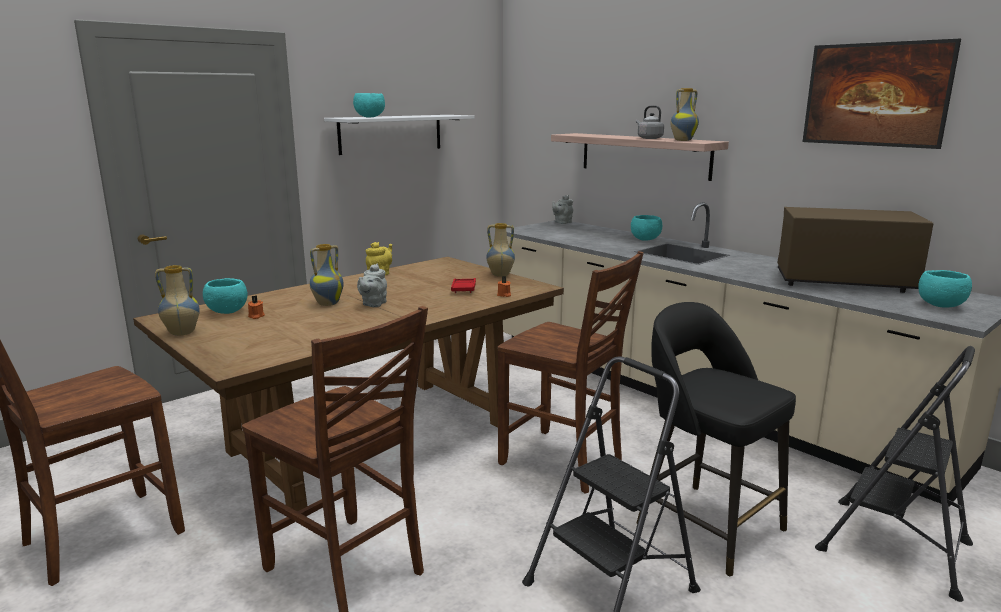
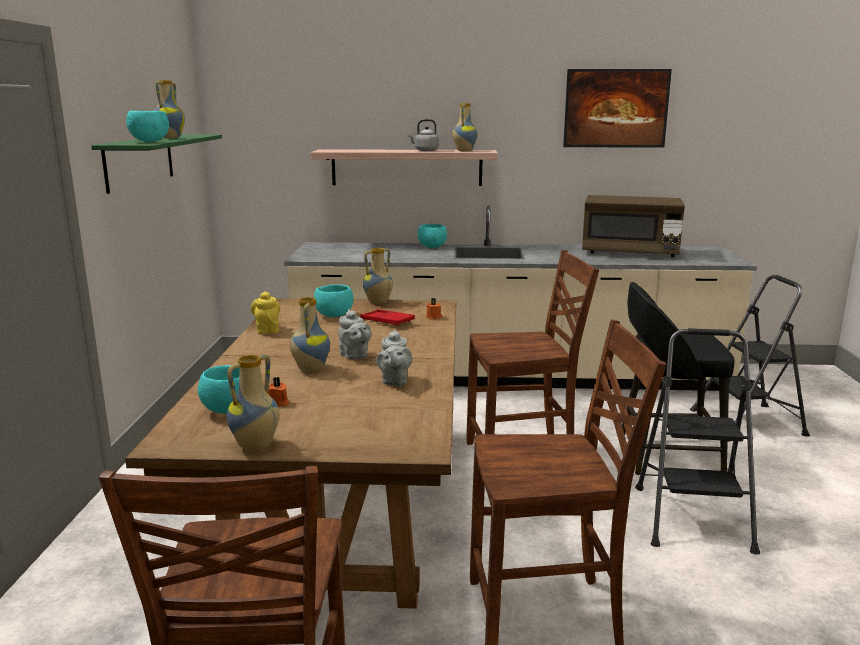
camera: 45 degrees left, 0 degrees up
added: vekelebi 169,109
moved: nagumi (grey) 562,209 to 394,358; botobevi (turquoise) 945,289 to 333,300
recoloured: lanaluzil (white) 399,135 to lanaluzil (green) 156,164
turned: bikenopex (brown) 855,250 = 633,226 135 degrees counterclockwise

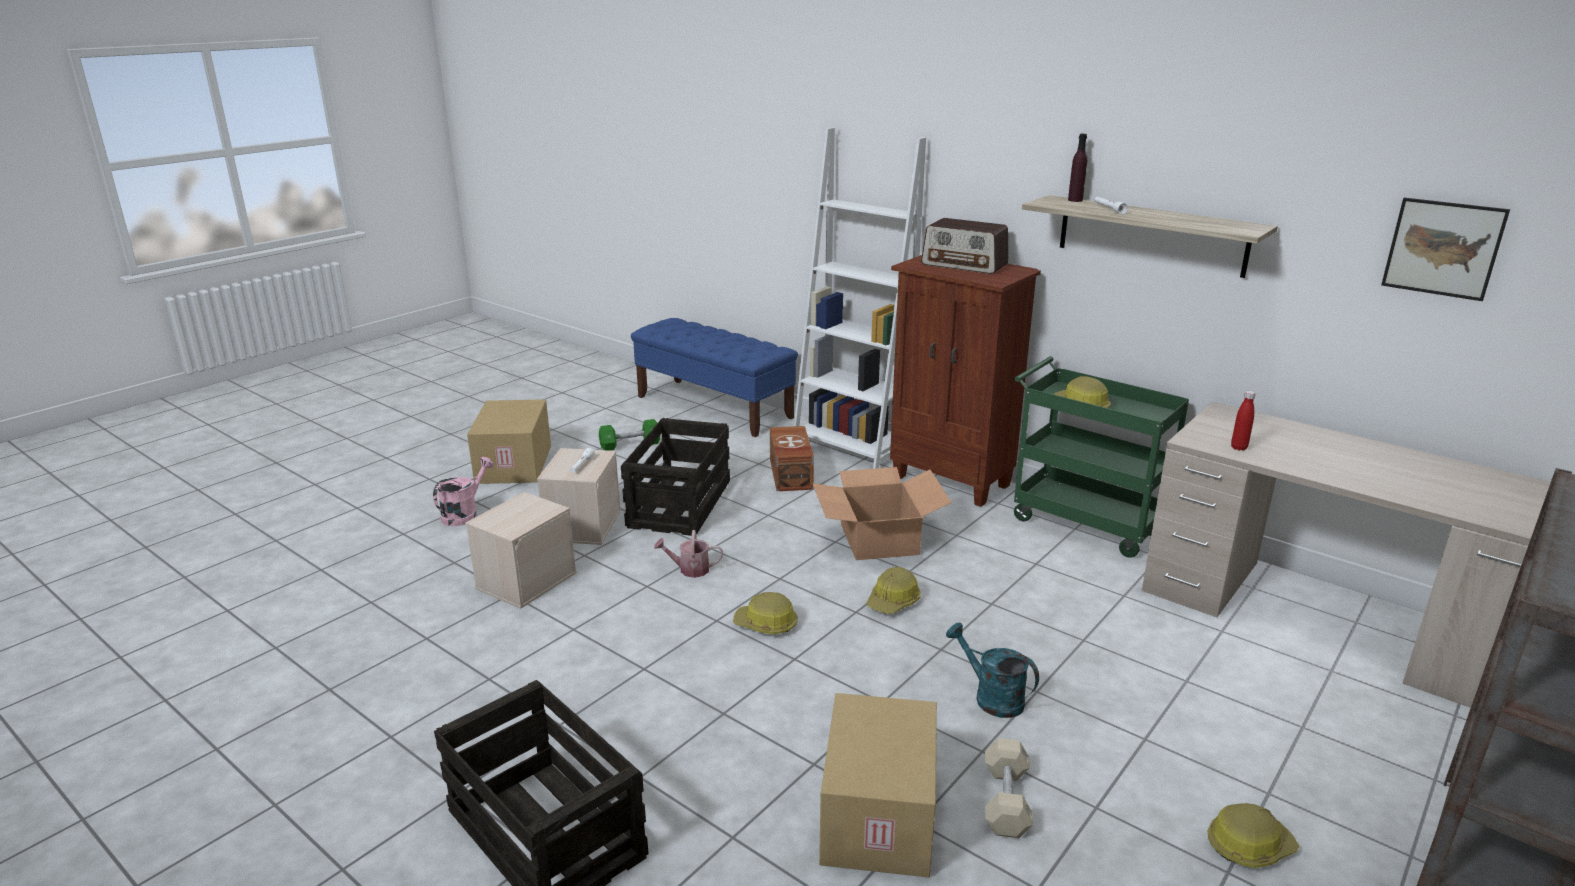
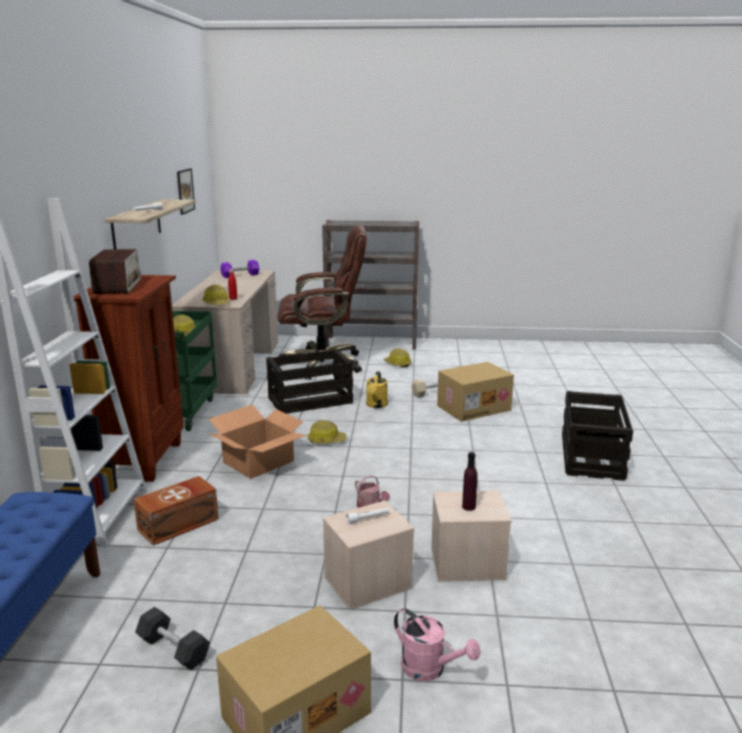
camera: 125 degrees left, 5 degrees down
added: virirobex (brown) 322,301; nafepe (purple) 239,269
moved: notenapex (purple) 1077,168 to 469,481; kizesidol 675,477 to 309,381; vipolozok 765,613 to 215,294
recoloured: nafepe (green) 629,435 to nafepe (black) 172,638; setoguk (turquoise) 992,670 to setoguk (yellow) 377,389
turned: setoguk (pink) 463,491 = 437,645 135 degrees counterclockwise

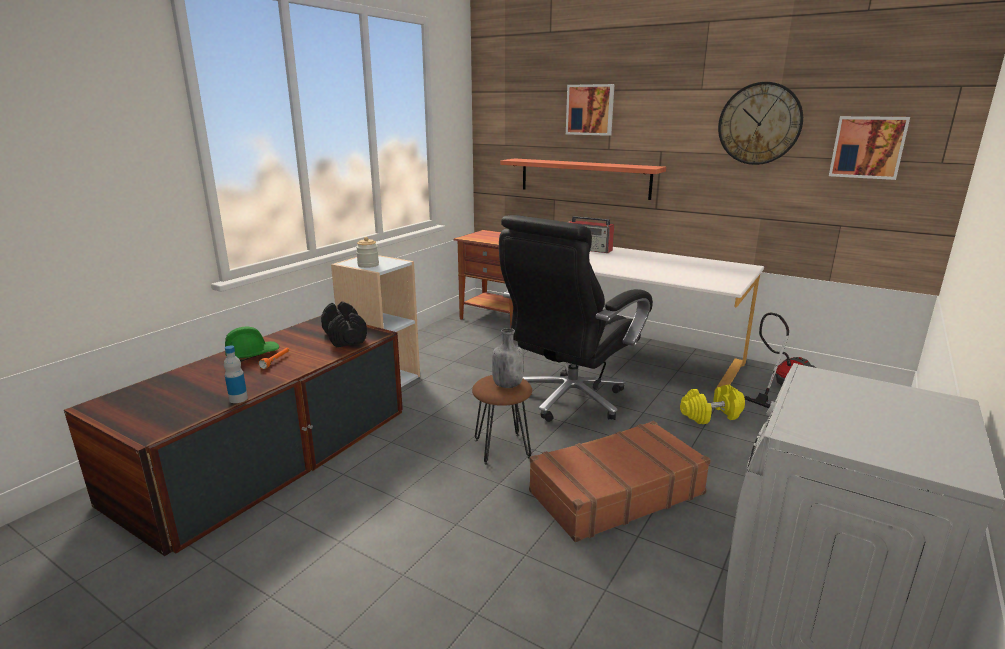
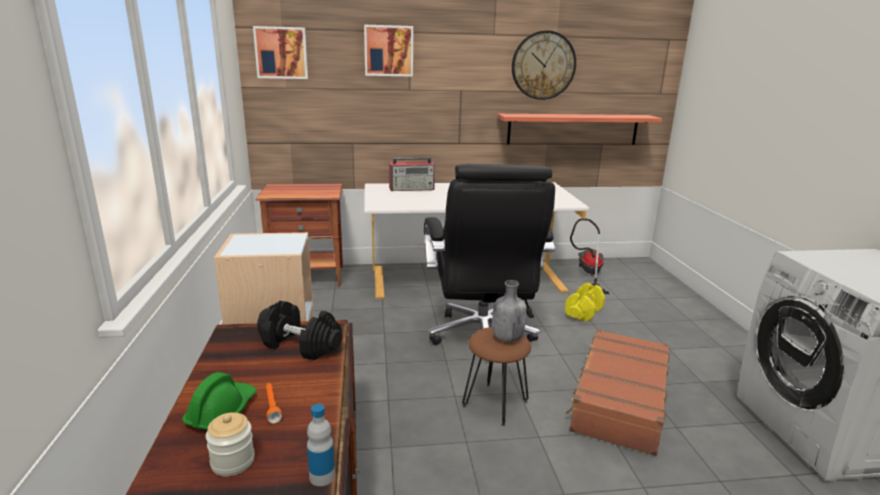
camera: 40 degrees left, 0 degrees up
moved: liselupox 869,148 to 280,52; lanaluzil 583,179 to 580,129; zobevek 367,252 to 230,444

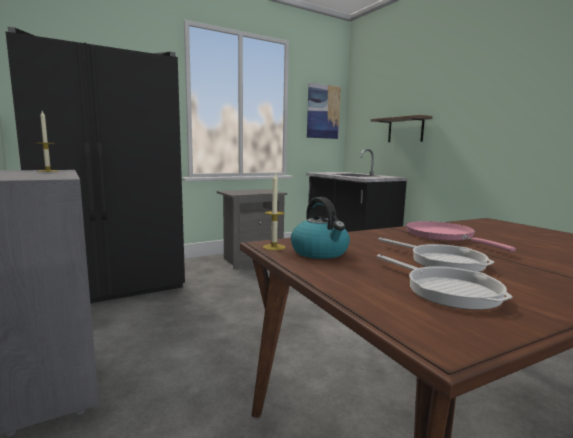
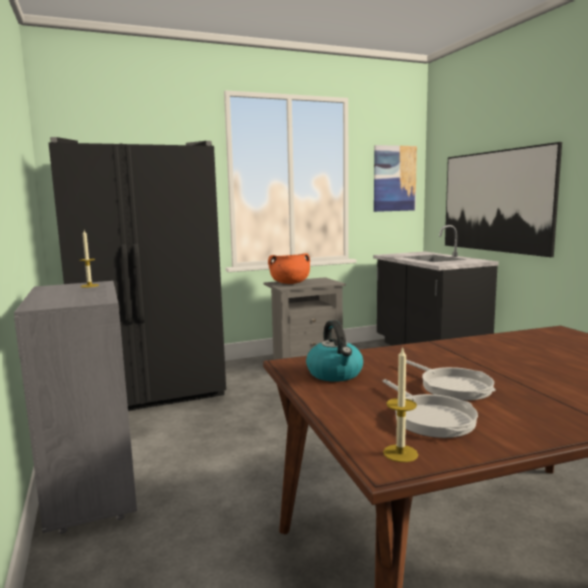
camera: 10 degrees right, 0 degrees up
removed: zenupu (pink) 461,236
added: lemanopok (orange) 289,268
moved: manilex 274,212 to 400,404
replaced: lanaluzil 402,128 to liselupox 503,199

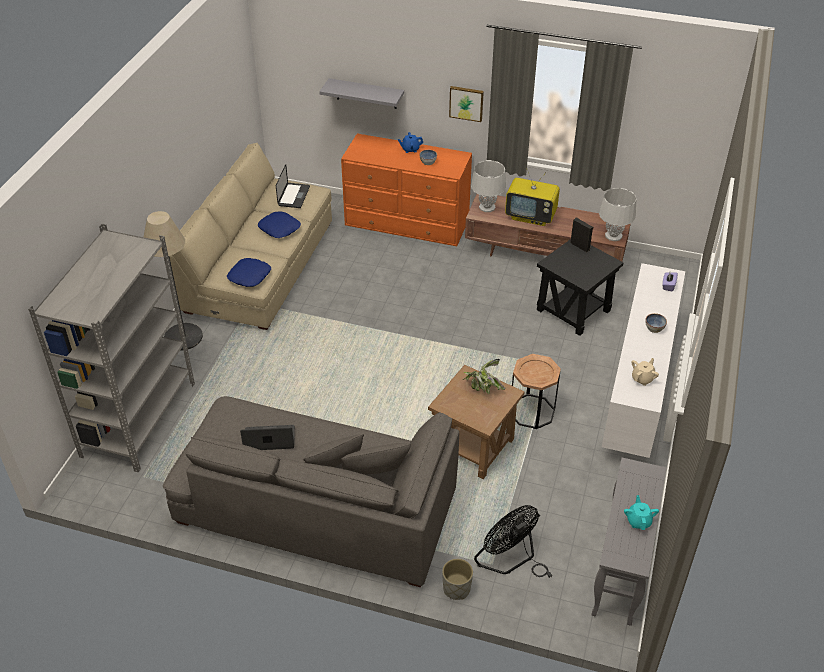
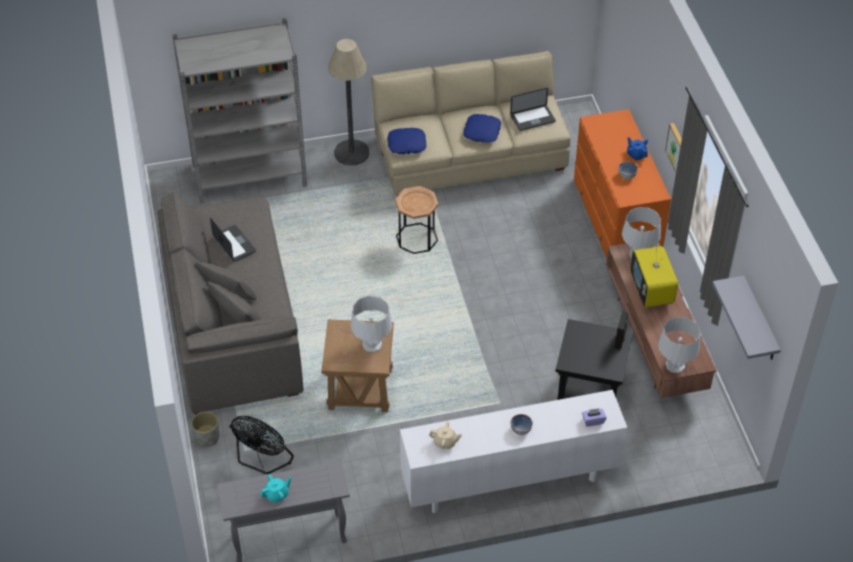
camera: 60 degrees right, 5 degrees up
moved: lanaluzil (grey) 361,93 to 746,318; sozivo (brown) 536,391 to 416,220
replaced: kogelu 484,376 to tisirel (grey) 371,324

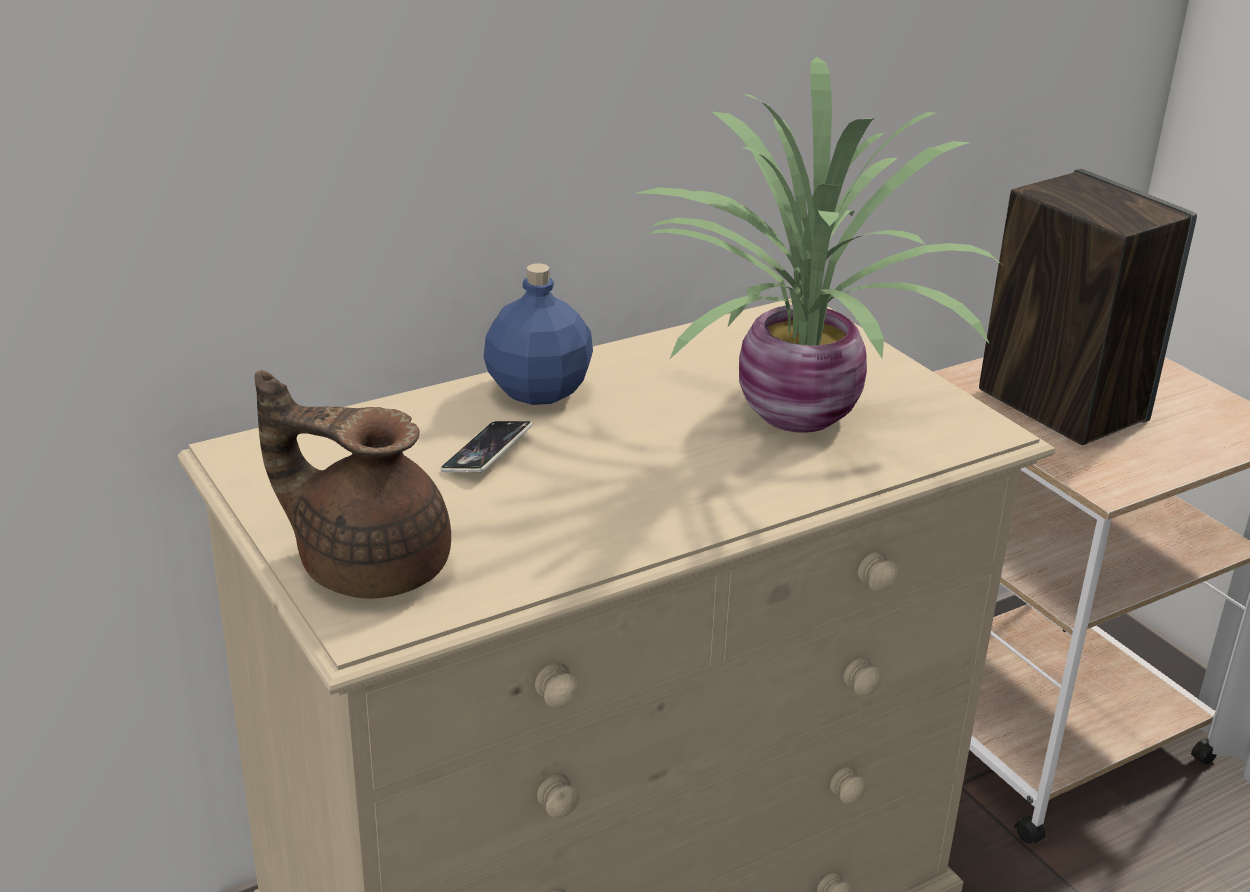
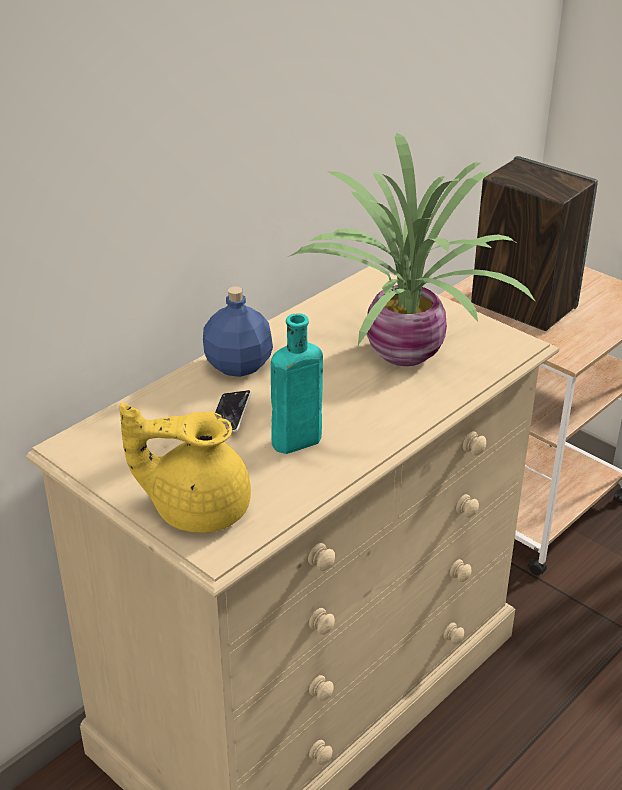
camera: 15 degrees left, 5 degrees up
added: notenapex (turquoise) 297,384
recoloured: nagumi (brown) 353,484 to nagumi (yellow) 185,468

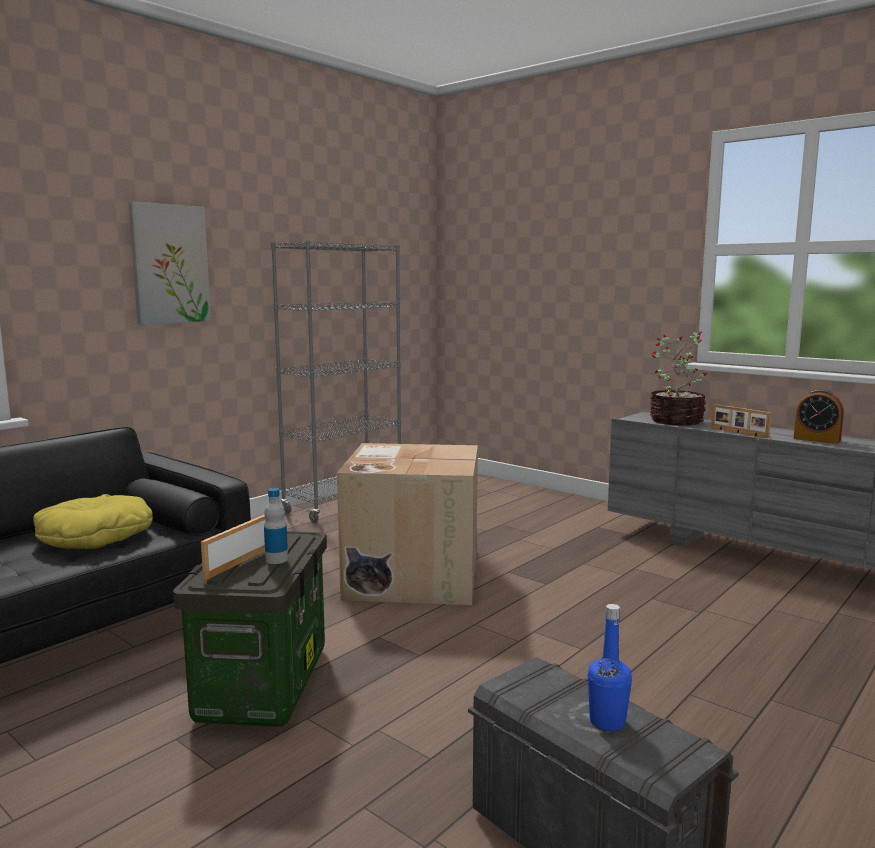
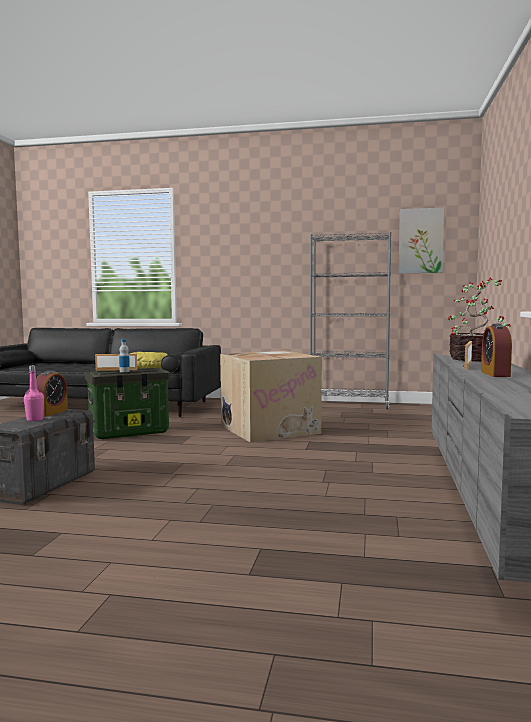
camera: 60 degrees right, 5 degrees down
added: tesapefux 52,393
moved: liselupox 169,262 to 421,240
recoloured: notenapex (blue) 610,667 to notenapex (pink) 34,393

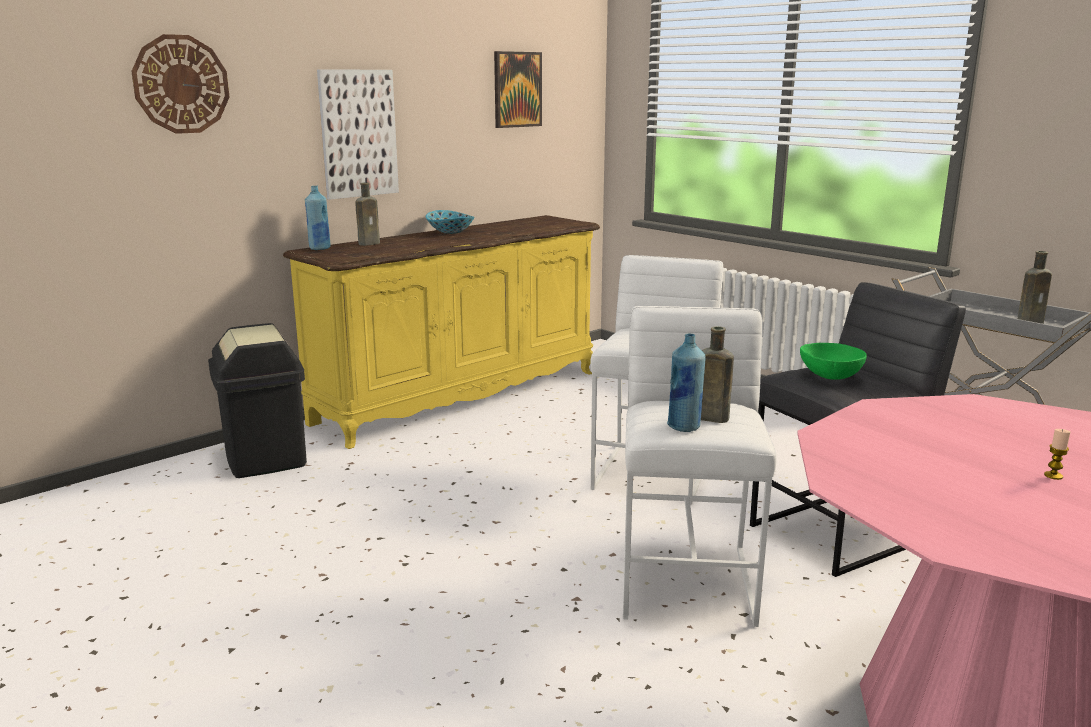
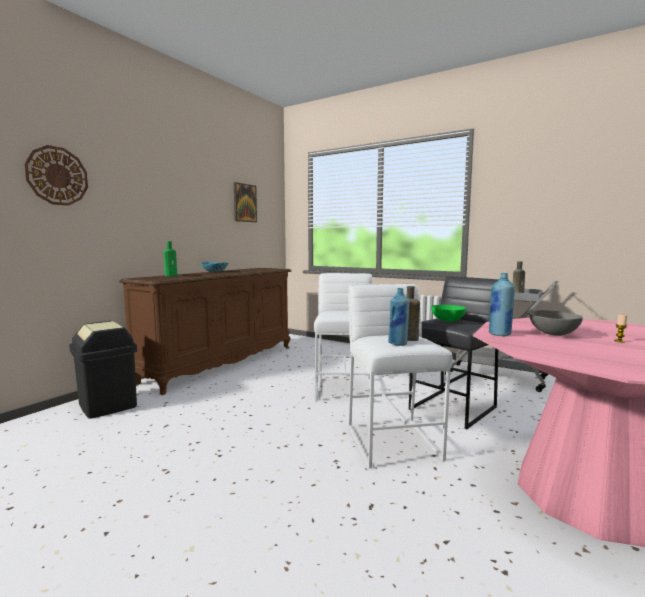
camera: 15 degrees left, 10 degrees down
removed: liselupox 358,134
added: botobevi (grey) 556,323
moved: notenapex (blue) 318,218 to 502,304
recoloured: notenapex (brown) 367,214 to notenapex (green) 170,258; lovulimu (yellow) 441,332 to lovulimu (brown) 205,331

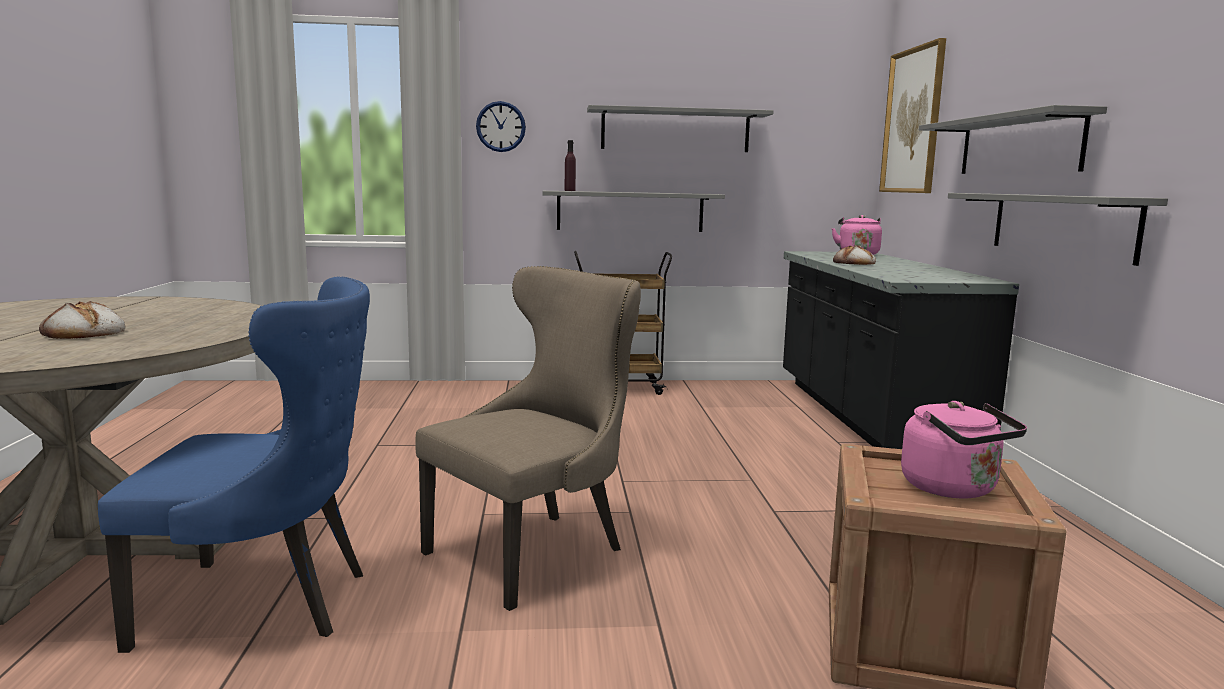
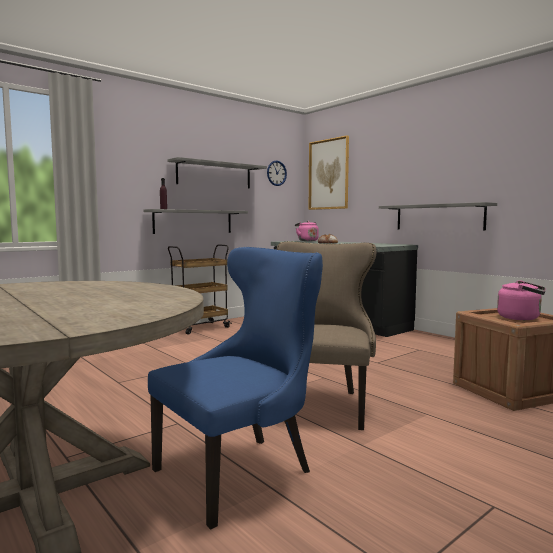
camera: 35 degrees left, 5 degrees down
removed: lanaluzil (grey) 1013,139; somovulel 82,320
moved: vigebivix 501,126 to 277,173

